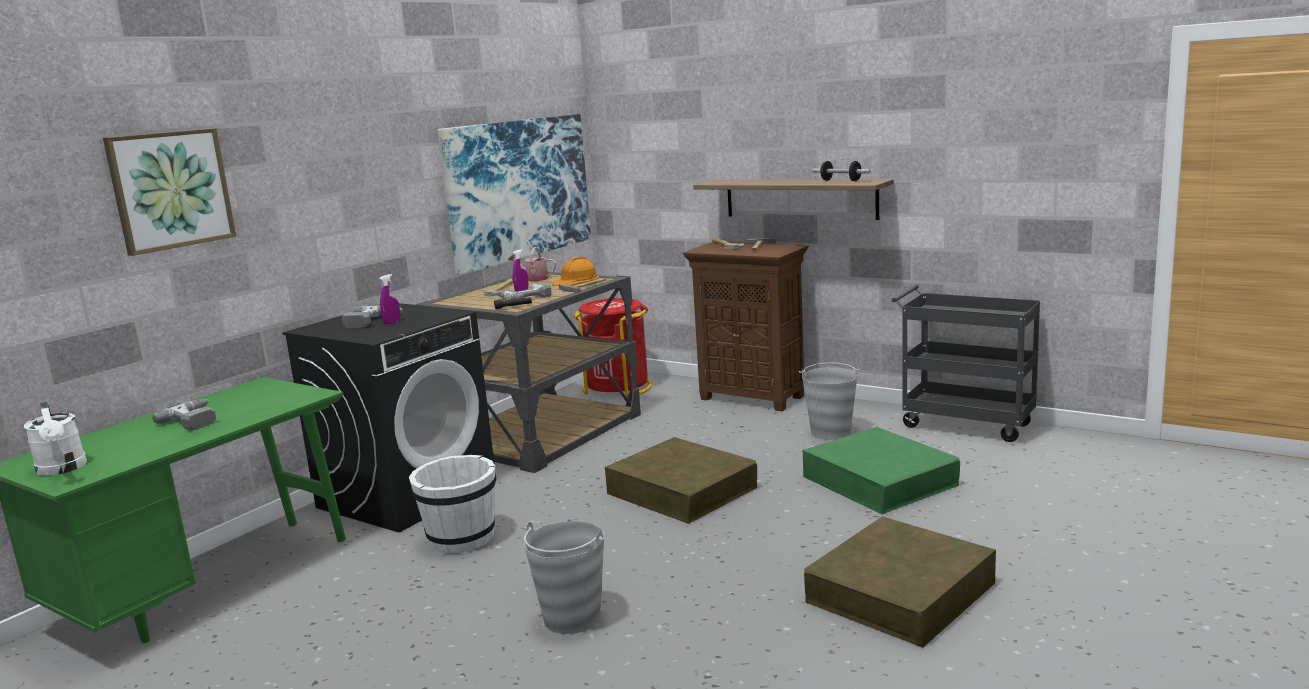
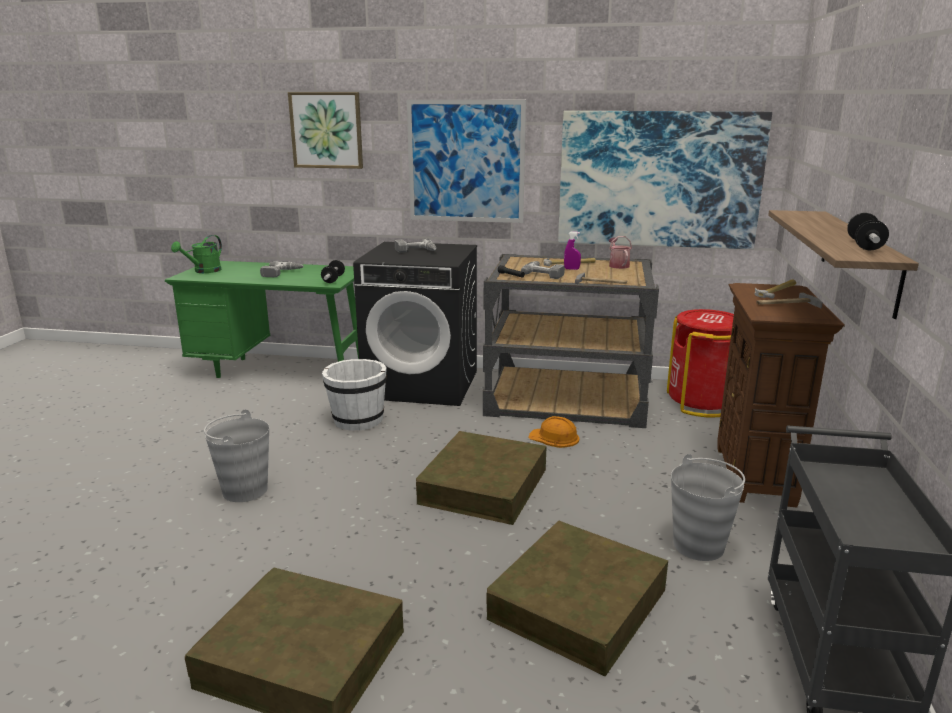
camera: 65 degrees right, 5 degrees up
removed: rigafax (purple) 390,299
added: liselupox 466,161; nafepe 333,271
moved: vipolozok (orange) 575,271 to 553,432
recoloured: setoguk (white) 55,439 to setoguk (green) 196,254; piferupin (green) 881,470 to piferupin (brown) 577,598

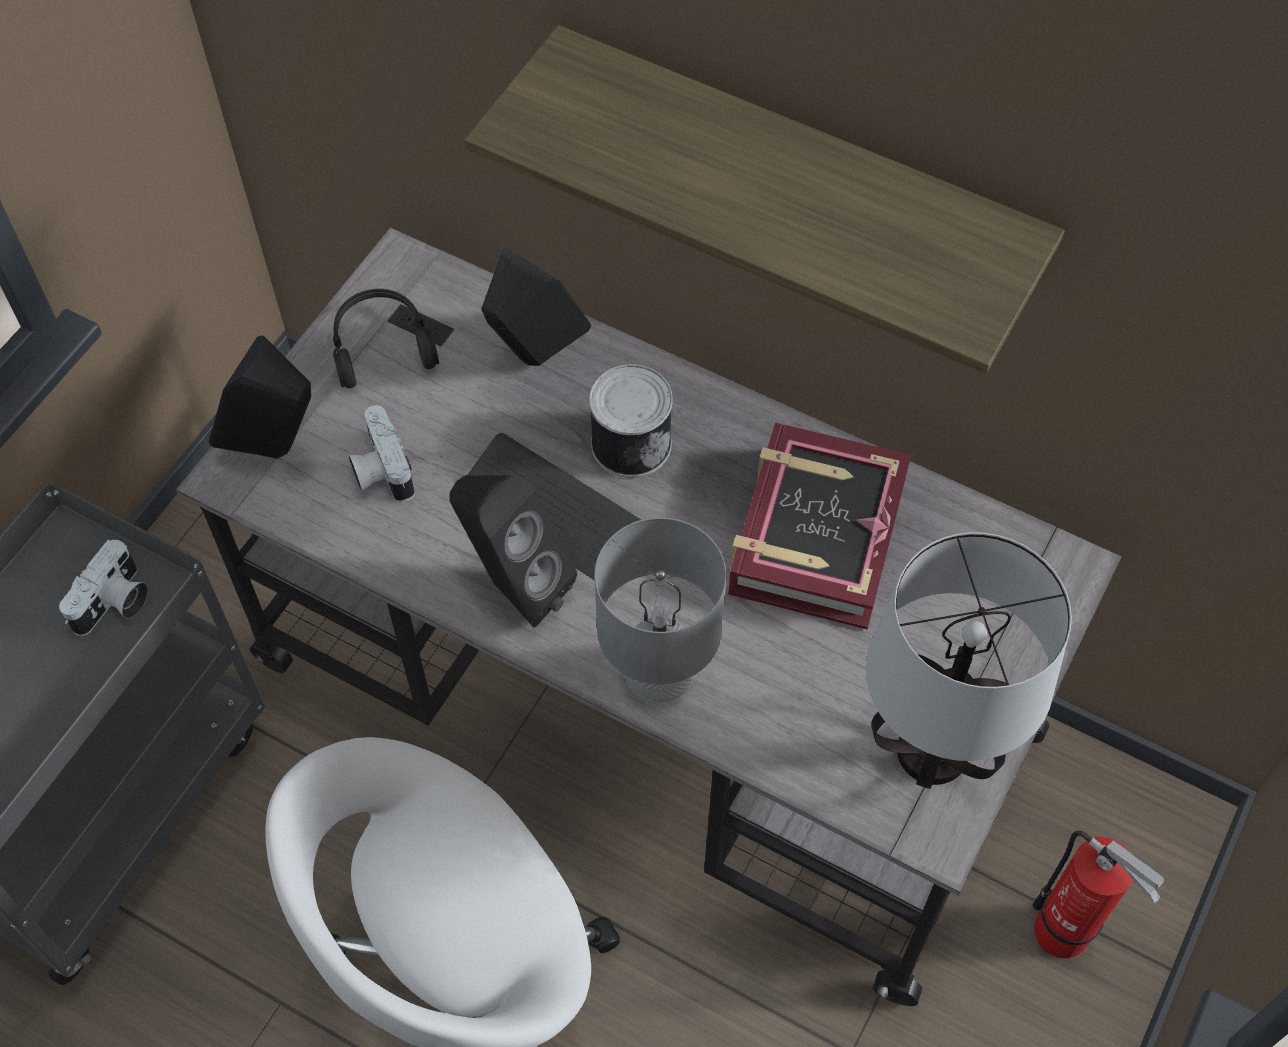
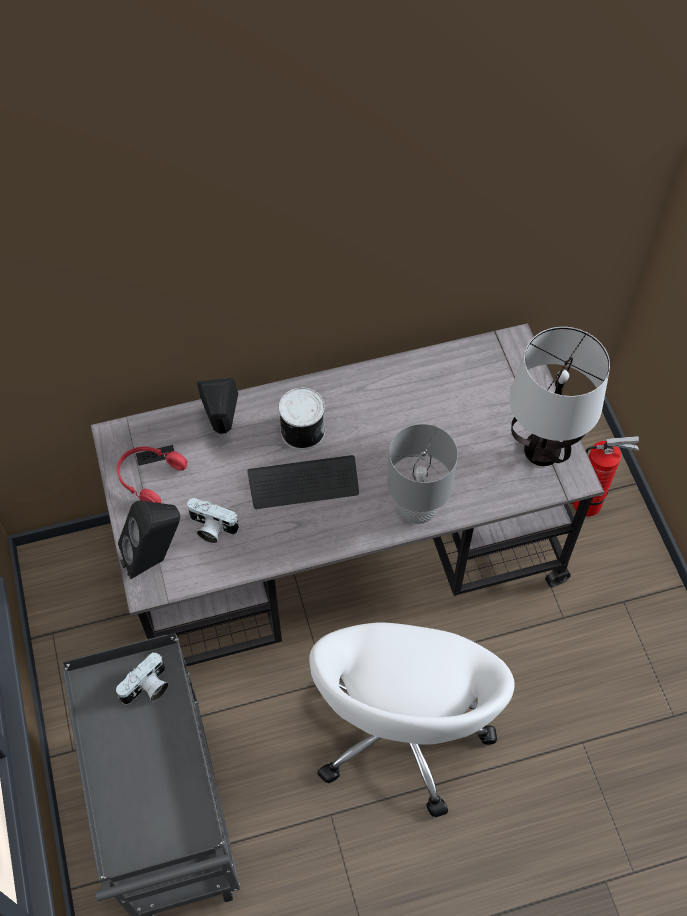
camera: 45 degrees left, 0 degrees up
removed: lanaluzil 764,199; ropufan 819,526; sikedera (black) 513,551
recoloured: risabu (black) 386,338 to risabu (red) 152,474
turned: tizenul 103,588 = 142,678 60 degrees clockwise

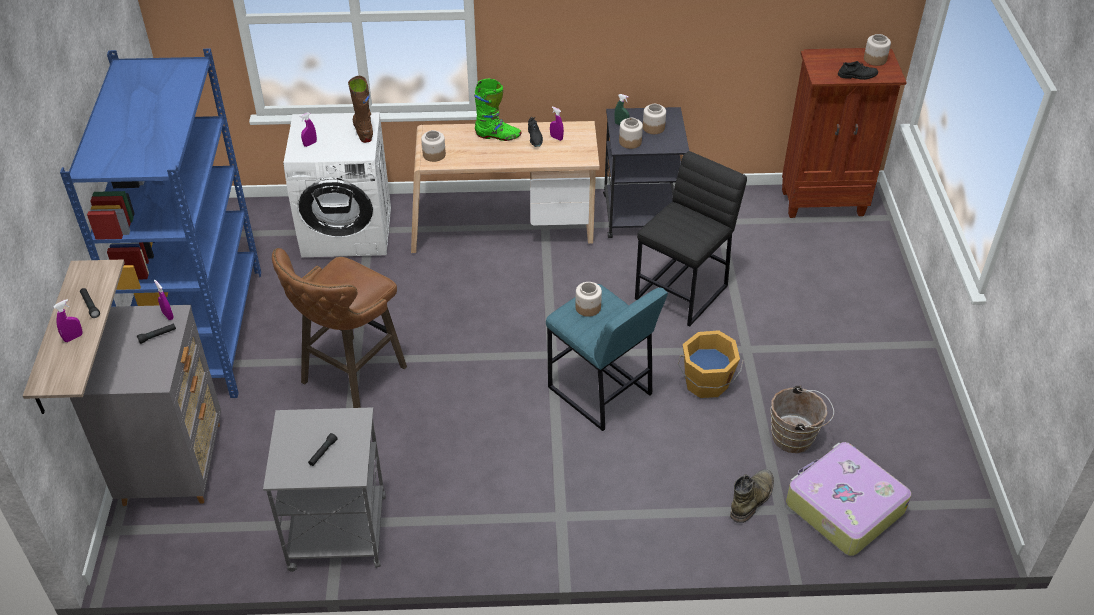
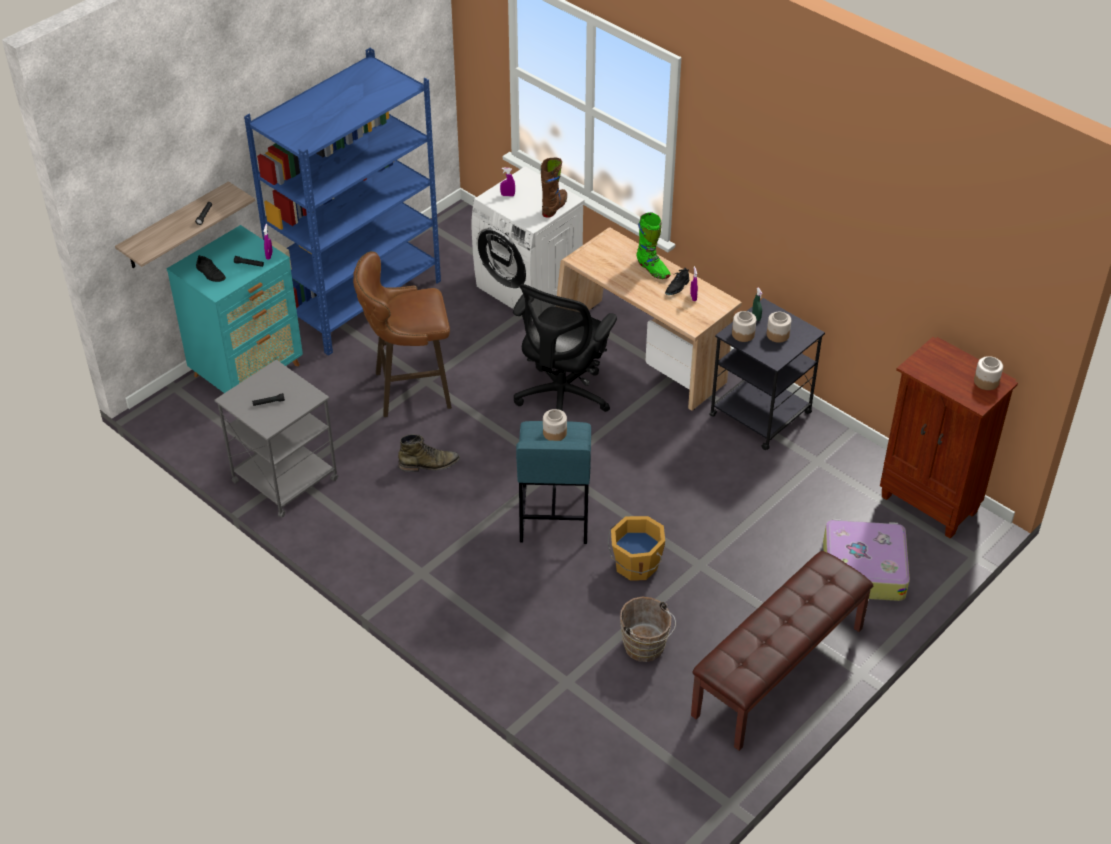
camera: 45 degrees right, 0 degrees up
removed: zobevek 433,146; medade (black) 691,239; rigafax (purple) 68,320
added: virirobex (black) 565,348; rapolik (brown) 782,651
moved: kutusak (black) 858,70 to 211,268; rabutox 849,499 to 866,560; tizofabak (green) 752,496 to 429,453
recoloured: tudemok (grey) 145,405 to tudemok (turquoise) 235,309

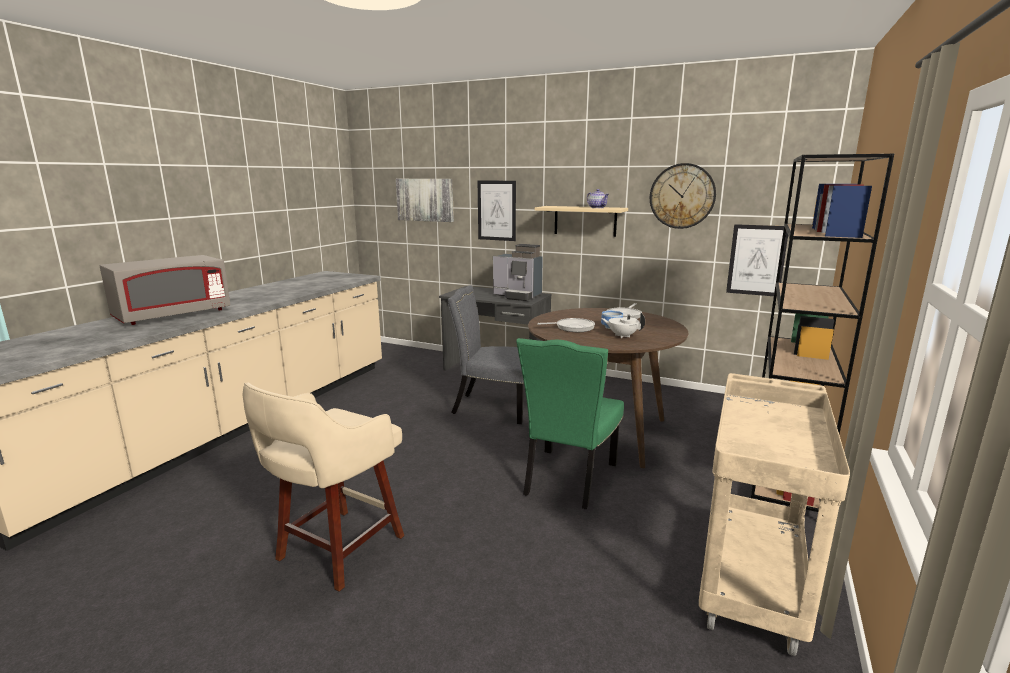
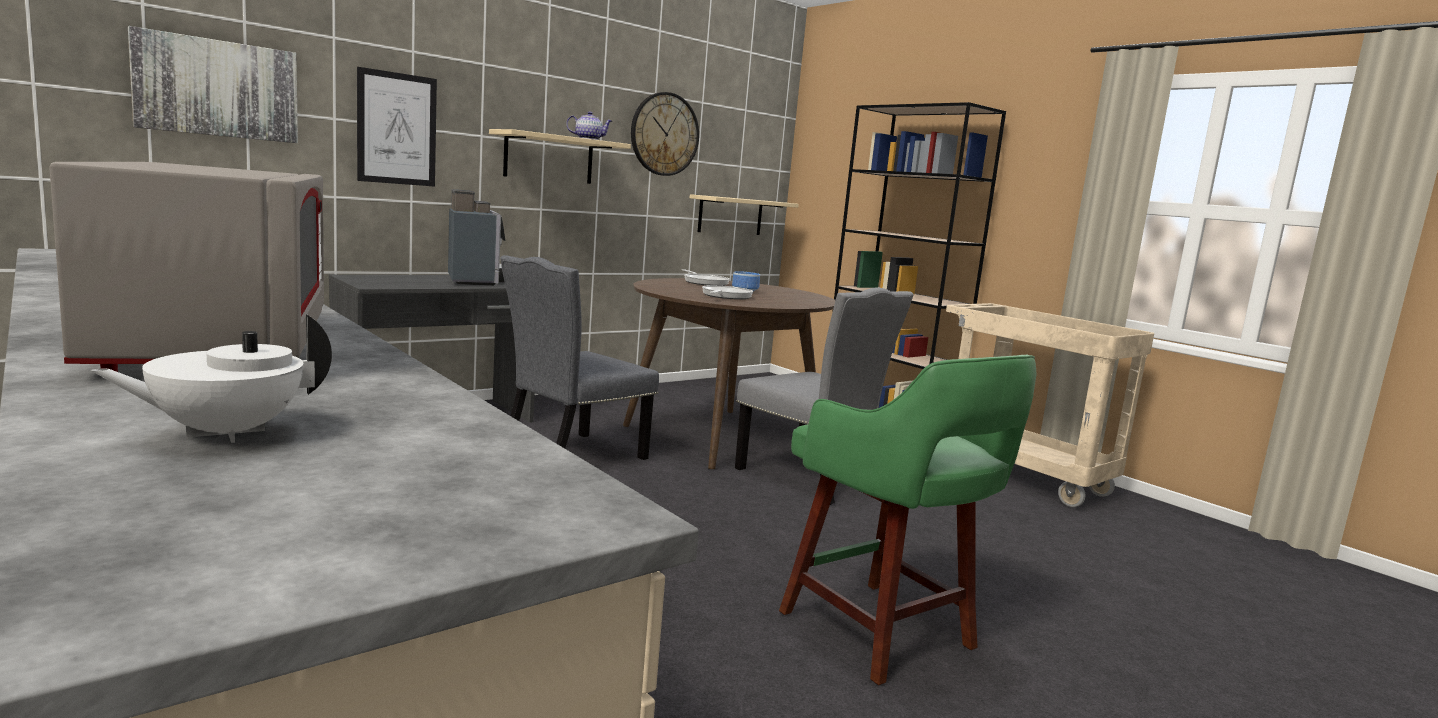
camera: 65 degrees left, 5 degrees down
moved: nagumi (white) 623,325 to 211,378
replaced: liselupox 757,260 to lanaluzil (beige) 744,214
recoloured: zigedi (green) 570,423 to zigedi (grey) 824,396; medade (beige) 323,487 to medade (green) 908,520
turned: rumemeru 518,272 = 477,237 75 degrees counterclockwise

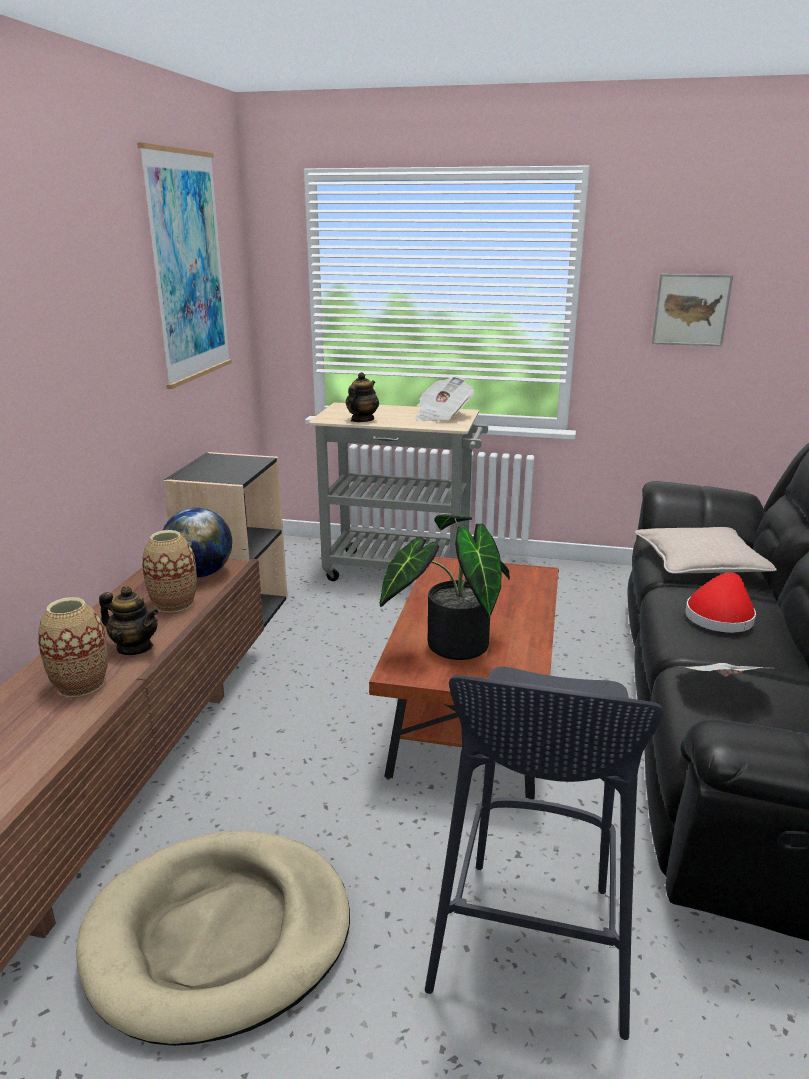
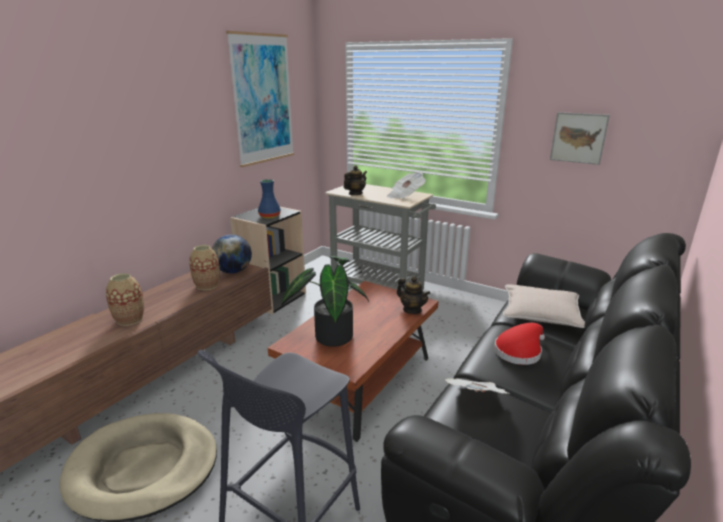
camera: 20 degrees right, 0 degrees up
added: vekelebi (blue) 269,198
moved: nagumi 129,620 to 414,295

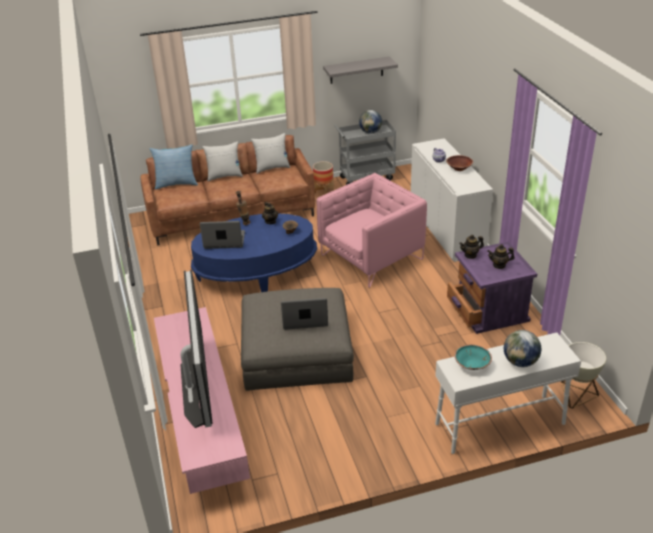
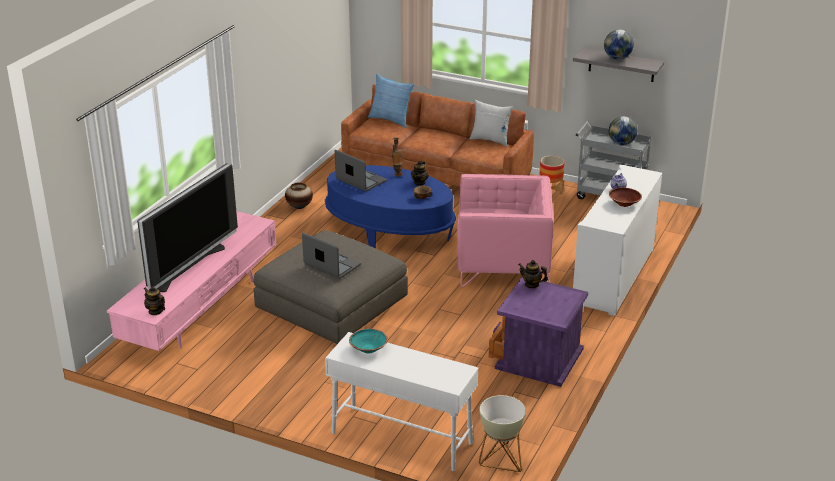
camera: 40 degrees right, 5 degrees down
removed: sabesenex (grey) 222,161
added: vekelebi 299,195
moved: nagumi 501,256 to 154,300; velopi 522,348 to 619,44

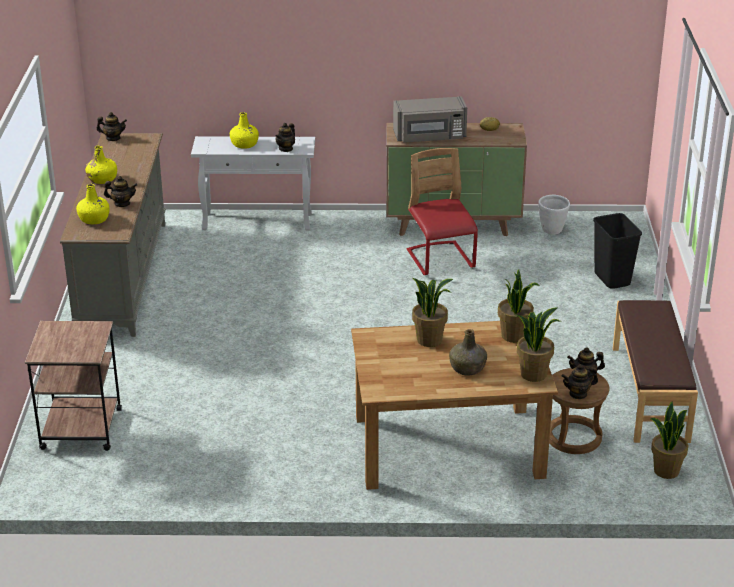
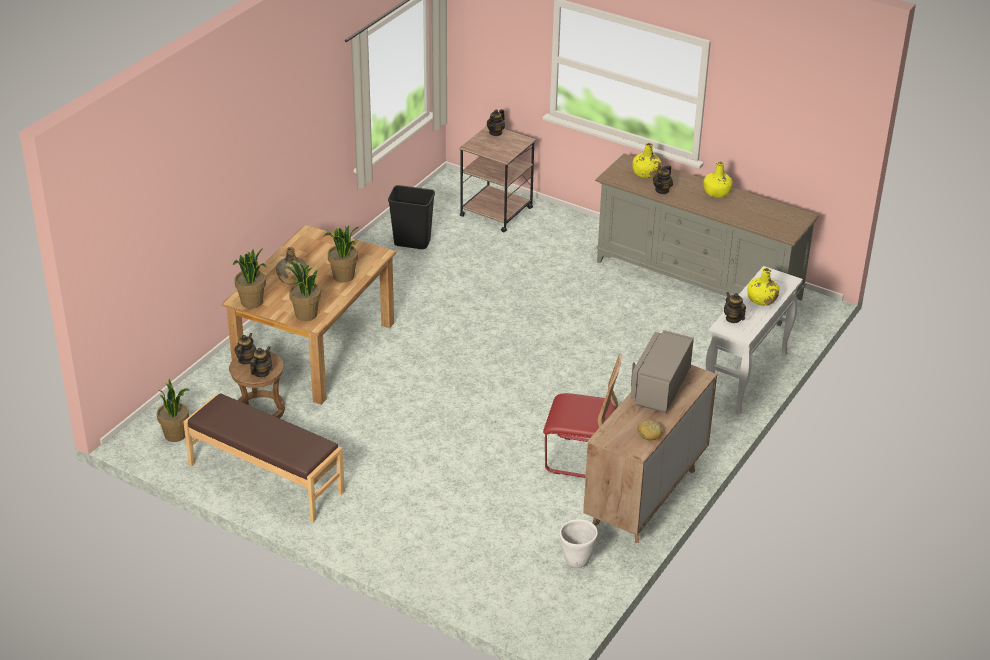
camera: 120 degrees right, 5 degrees up
moved: nagumi 111,126 to 496,122; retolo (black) 617,251 to 411,217

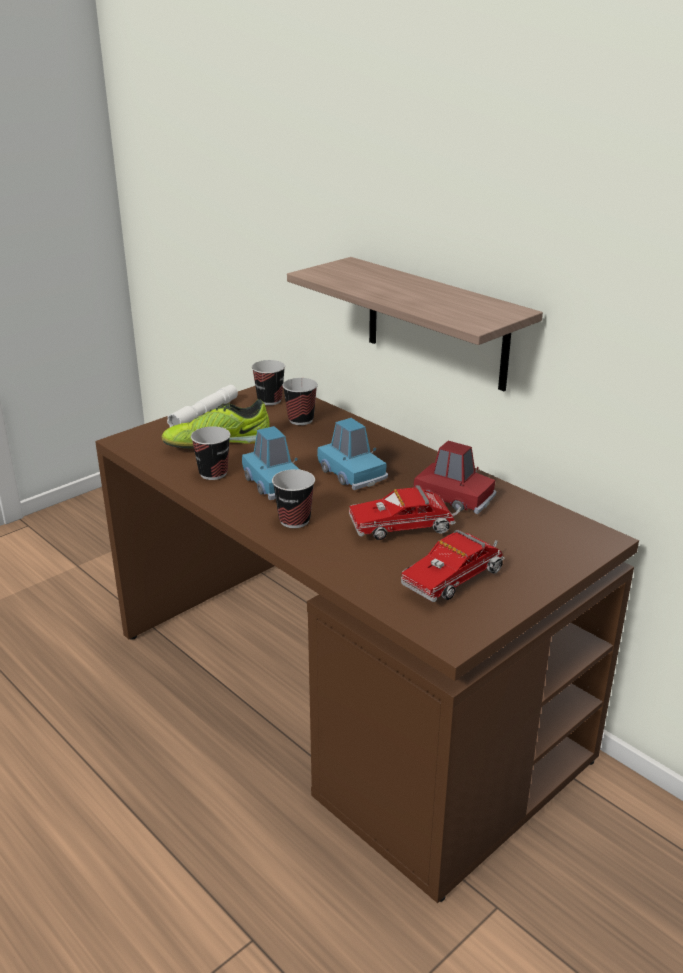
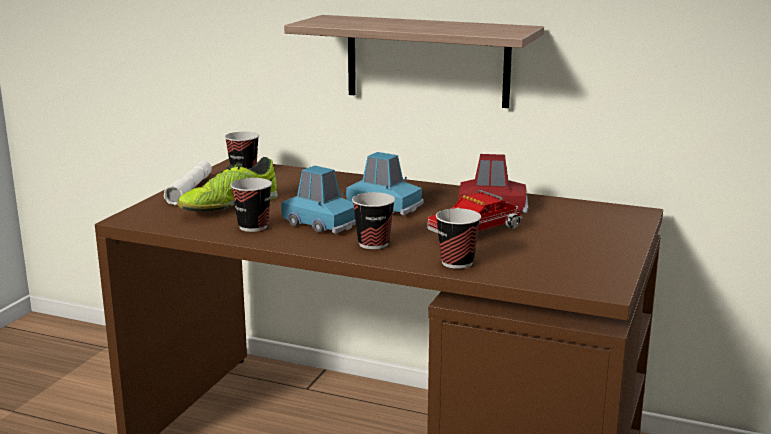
camera: 25 degrees left, 10 degrees down
removed: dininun 453,566
moved: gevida 300,401 to 458,238

